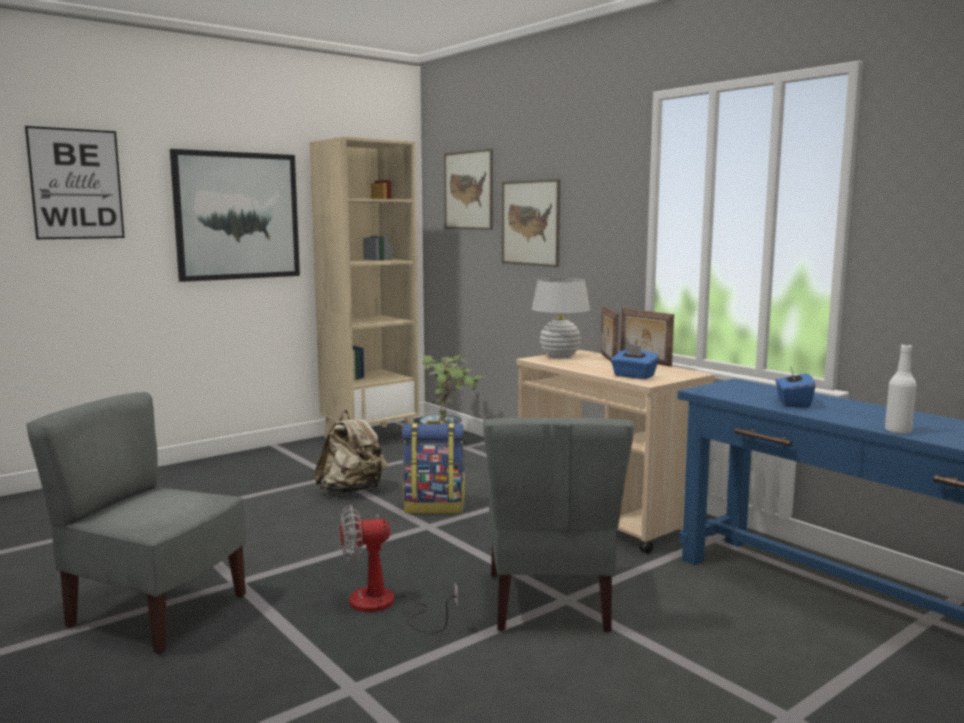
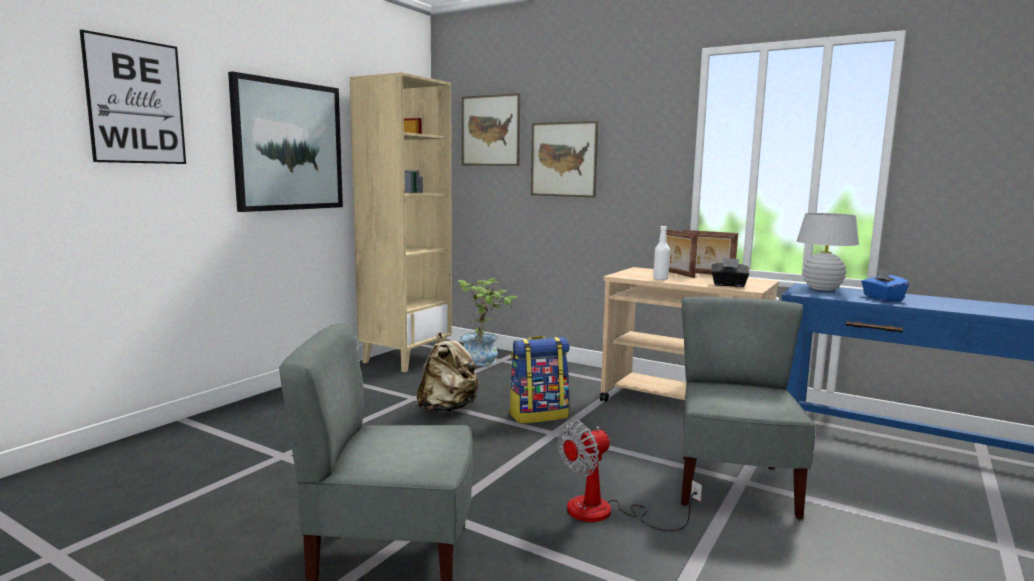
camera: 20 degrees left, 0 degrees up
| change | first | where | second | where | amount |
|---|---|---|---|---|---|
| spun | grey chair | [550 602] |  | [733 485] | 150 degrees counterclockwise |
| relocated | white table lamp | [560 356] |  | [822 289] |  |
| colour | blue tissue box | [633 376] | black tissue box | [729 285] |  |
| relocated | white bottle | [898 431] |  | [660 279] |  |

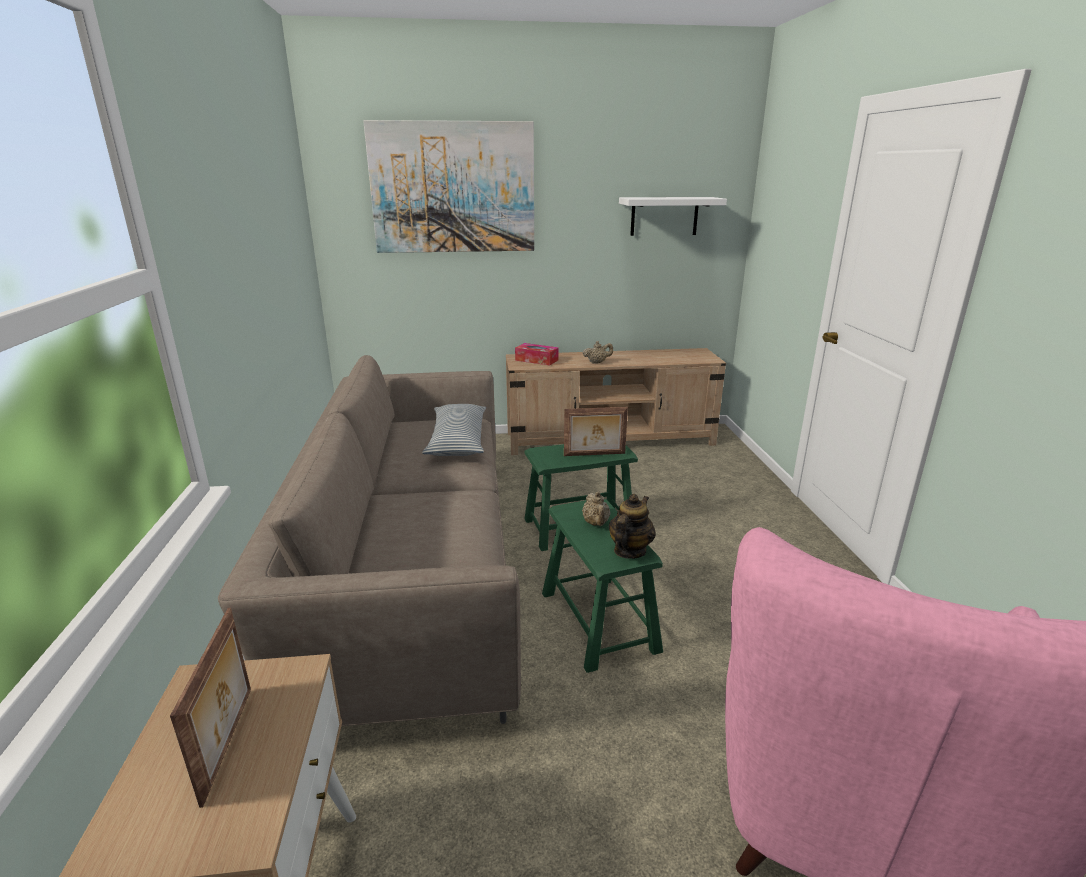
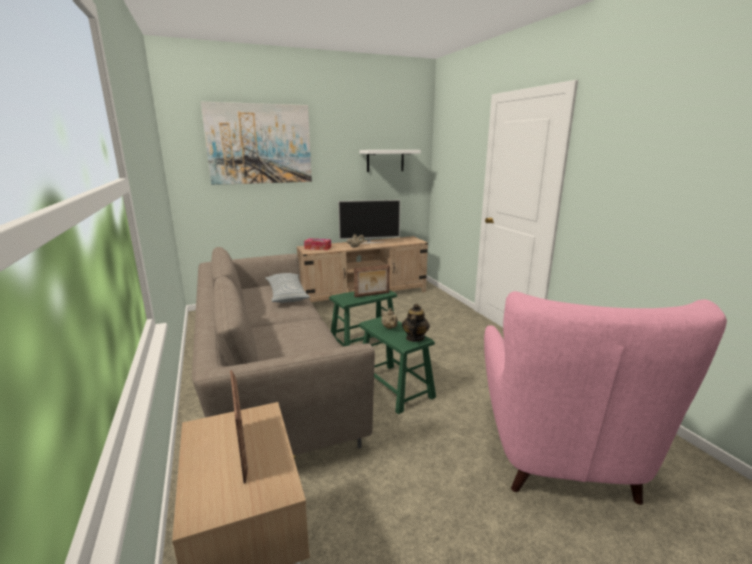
camera: 15 degrees left, 5 degrees down
| change | first | where | second | where | amount |
|---|---|---|---|---|---|
| appeared |  |  | television | [369 242] |  |

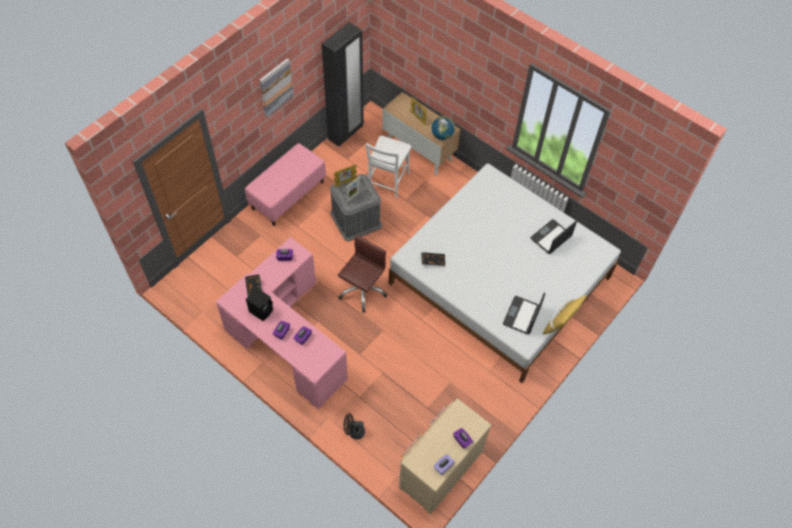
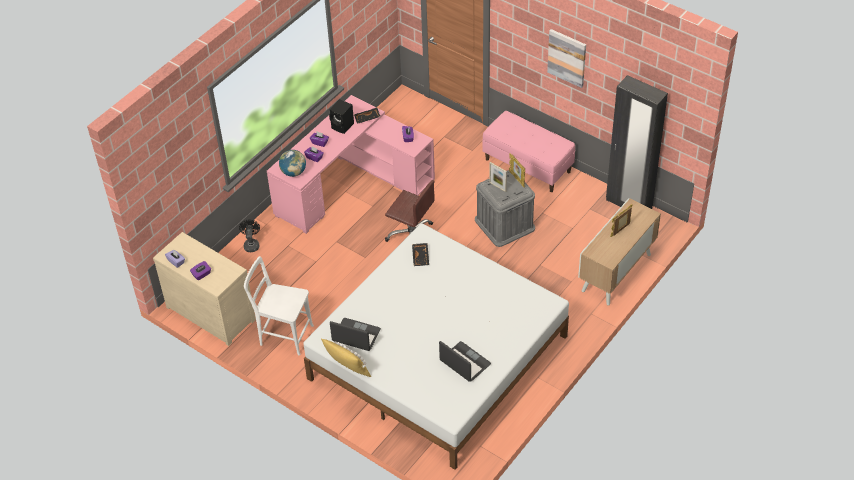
camera: 90 degrees right, 10 degrees down
| change | first | where | second | where | amount |
|---|---|---|---|---|---|
| relocated | white chair | [387 182] |  | [283 334] |  |
| relocated | globe | [442 135] |  | [293 172] |  |

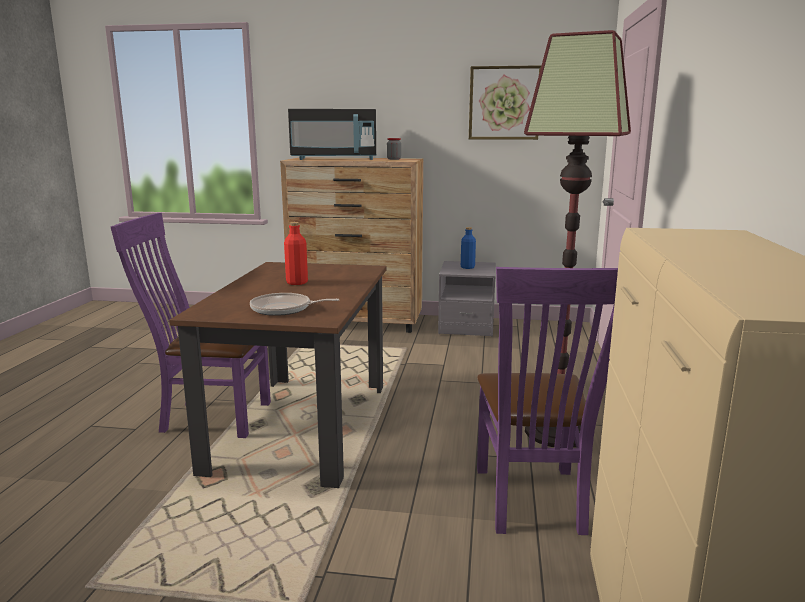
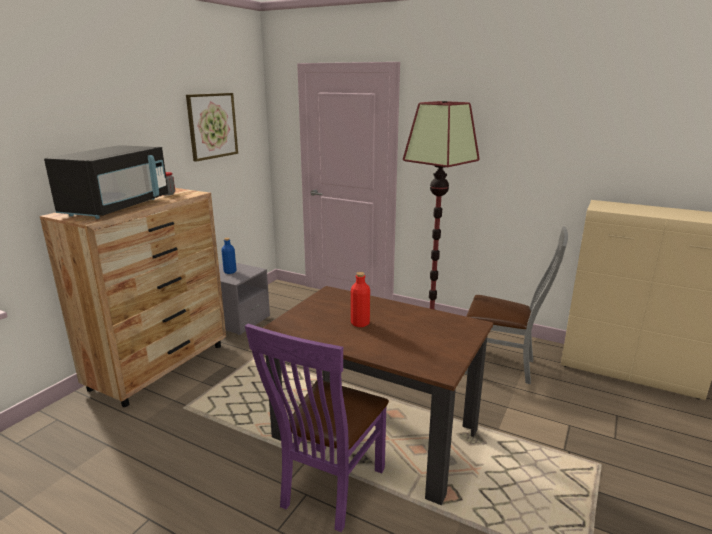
camera: 70 degrees left, 5 degrees up
| change | first | where | second | where | amount |
|---|---|---|---|---|---|
| missing | frying pan | [284 309] |  |  |  |
| colour | purple chair | [532 503] | grey chair | [504 366] |  |

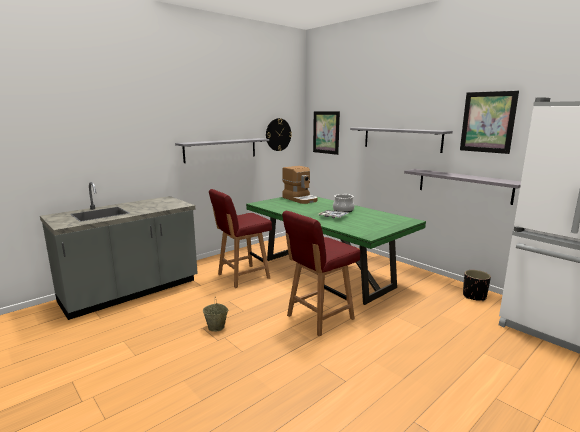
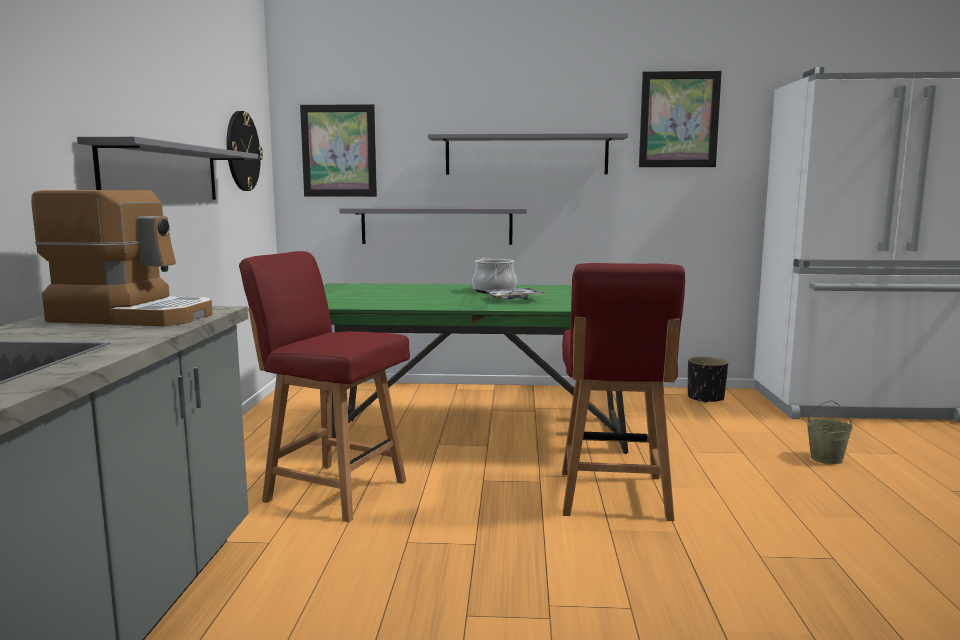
camera: 45 degrees left, 5 degrees down
| change | first | where | second | where | amount |
|---|---|---|---|---|---|
| relocated | beige bucket | [216 327] |  | [826 459] |  |
| spun | red chair | [242 276] |  | [333 490] | 105 degrees clockwise |
| relocated | coffee machine | [300 199] |  | [134 316] |  |
| relocated | grey shelf | [463 185] |  | [436 226] |  |

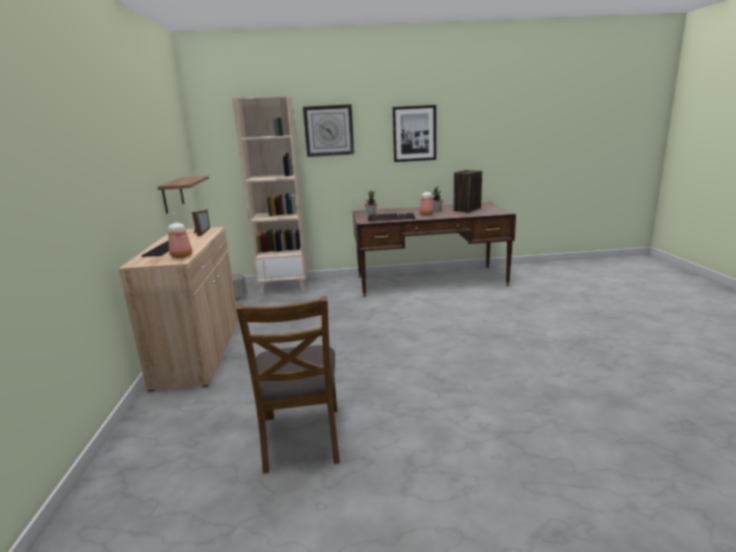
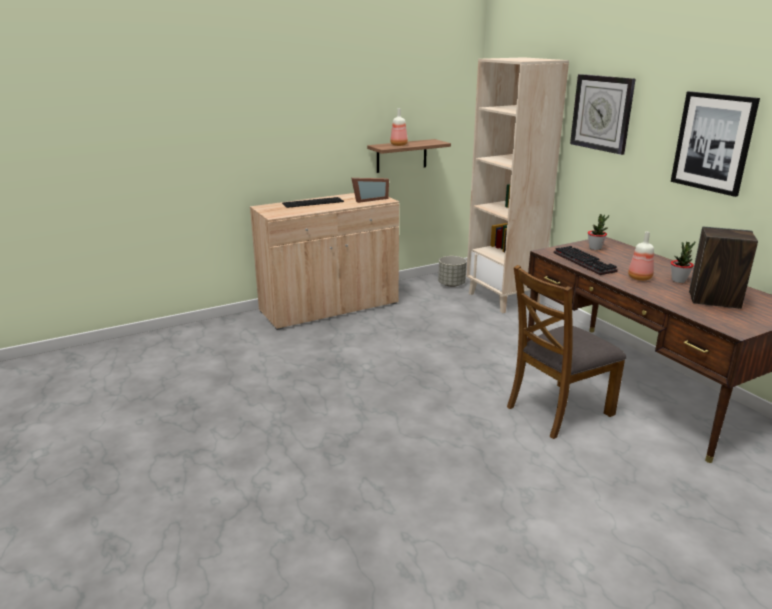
camera: 65 degrees right, 5 degrees up
| change | first | where | second | where | amount |
|---|---|---|---|---|---|
| relocated | bottle | [181 256] |  | [399 145] |  |
| relocated | brown chair | [301 438] |  | [558 410] |  |

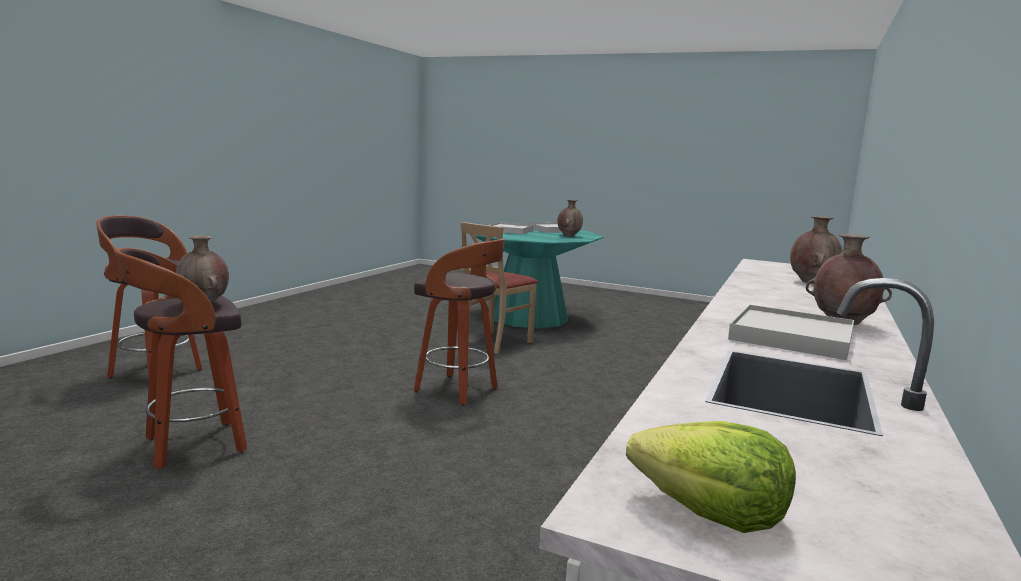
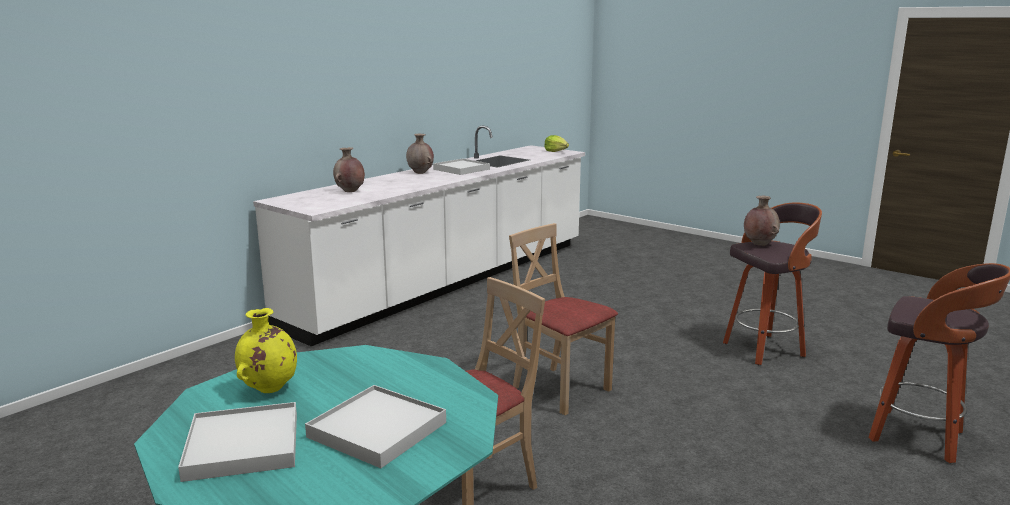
camera: 165 degrees left, 5 degrees up
| change | first | where | second | where | amount |
|---|---|---|---|---|---|
| exchanged | stool | [458 390] | beige chair | [560 389] |  |
| colour | brown vase | [569 236] | yellow vase | [269 389] |  |

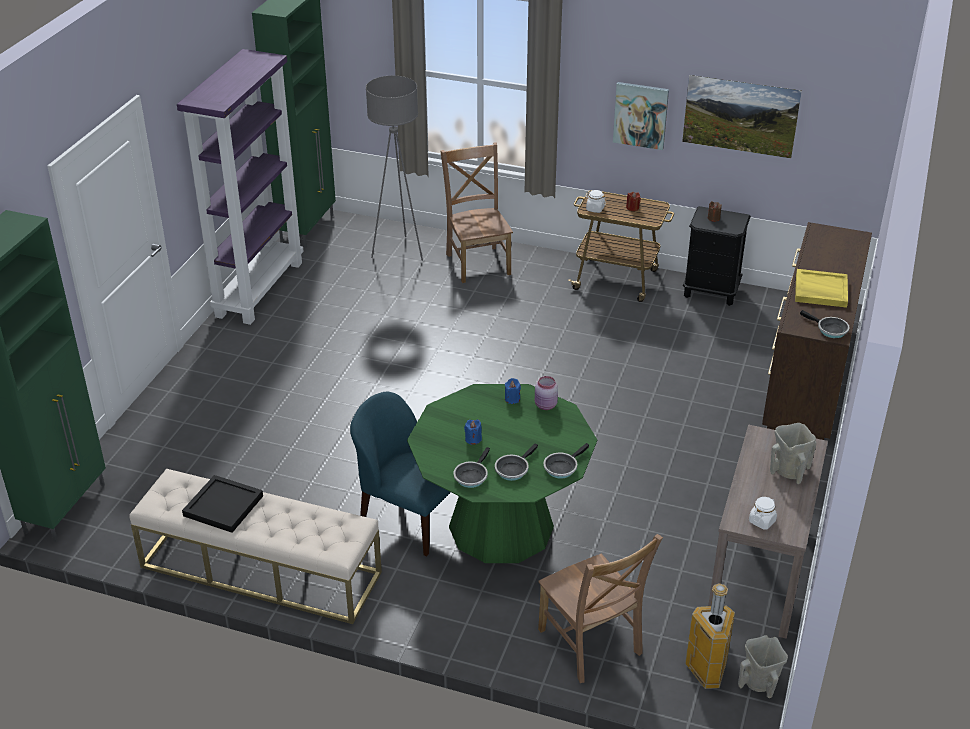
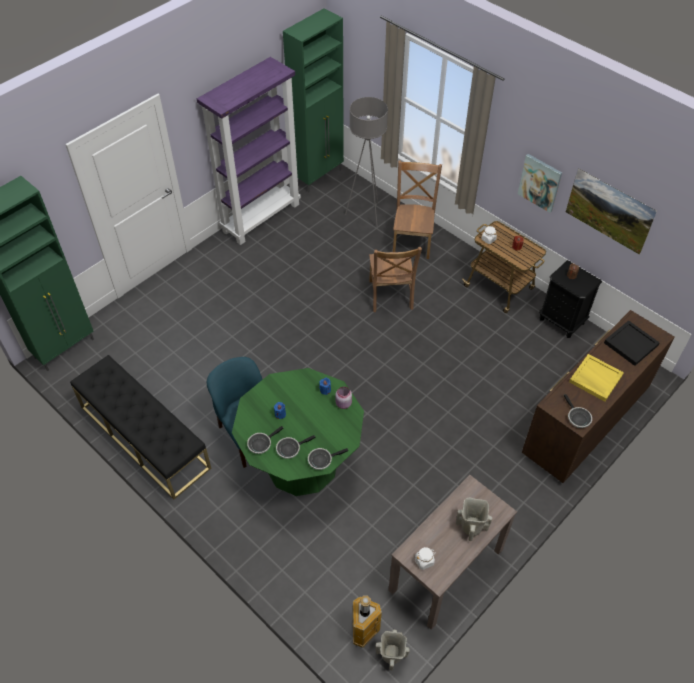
camera: 25 degrees right, 15 degrees up
| change | first | where | second | where | amount |
|---|---|---|---|---|---|
| colour | beige bench | [260 570] | black bench | [144 437] |  |
| relocated | black tray | [222 506] |  | [630 344] |  |
| relocated | brown chair | [591 645] |  | [390 296] |  |

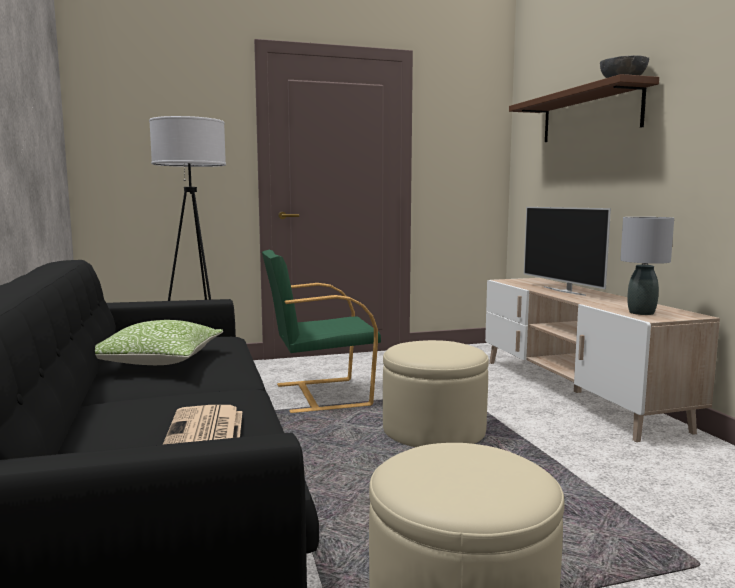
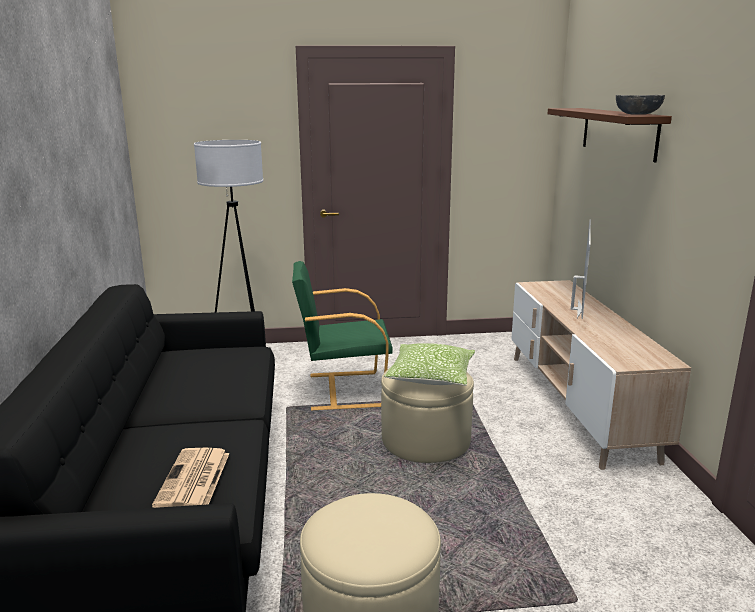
camera: 10 degrees right, 10 degrees up
| change | first | where | second | where | amount |
|---|---|---|---|---|---|
| relocated | pillow | [158 360] |  | [431 377] |  |
| spun | television | [564 291] |  | [576 309] | 150 degrees counterclockwise |
| missing | grey table lamp | [642 313] |  |  |  |

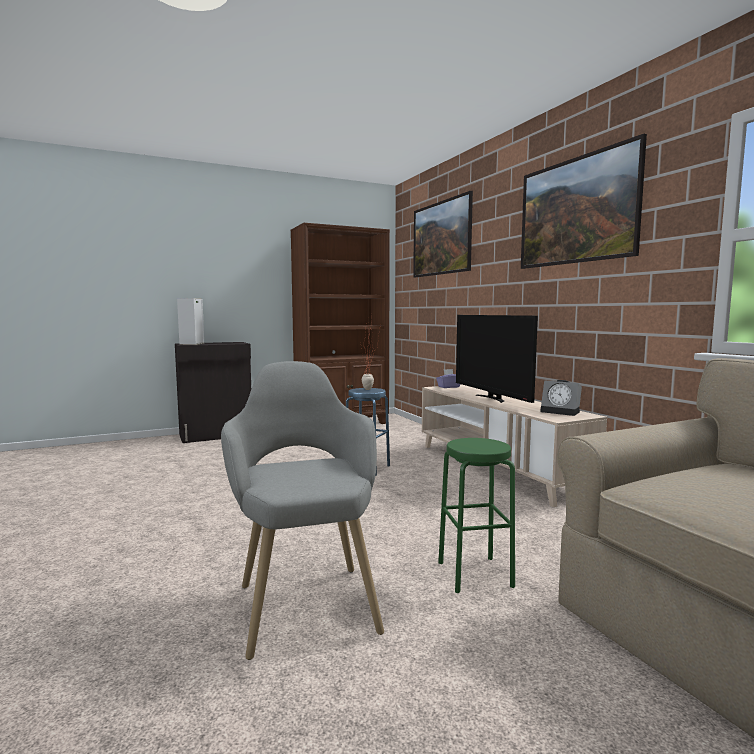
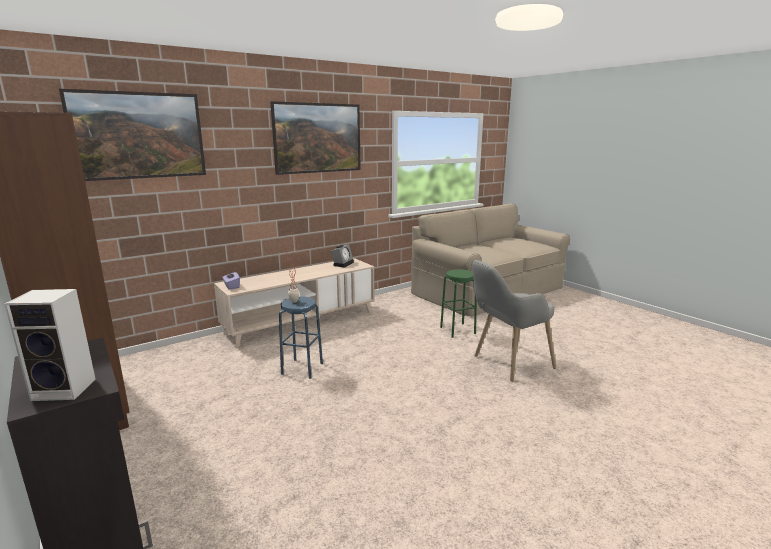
camera: 100 degrees left, 10 degrees up
| change | first | where | second | where | amount |
|---|---|---|---|---|---|
| missing | television | [492 398] |  |  |  |

